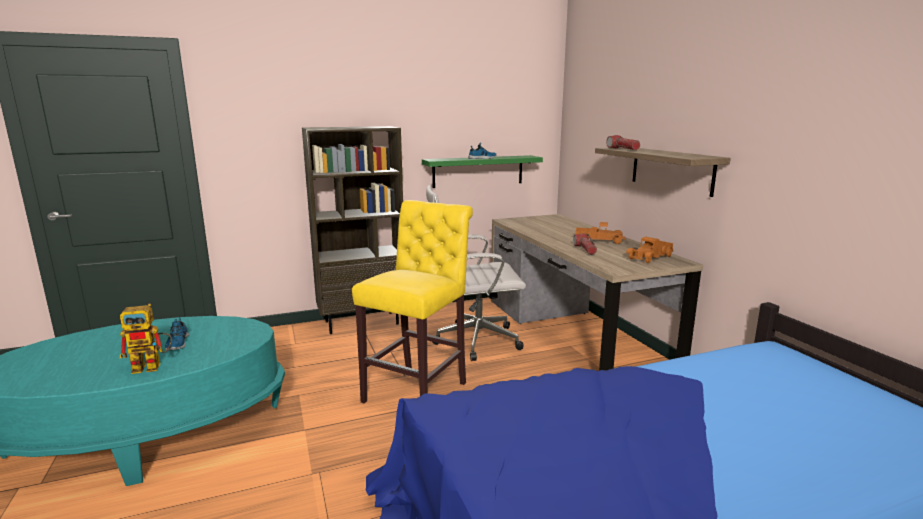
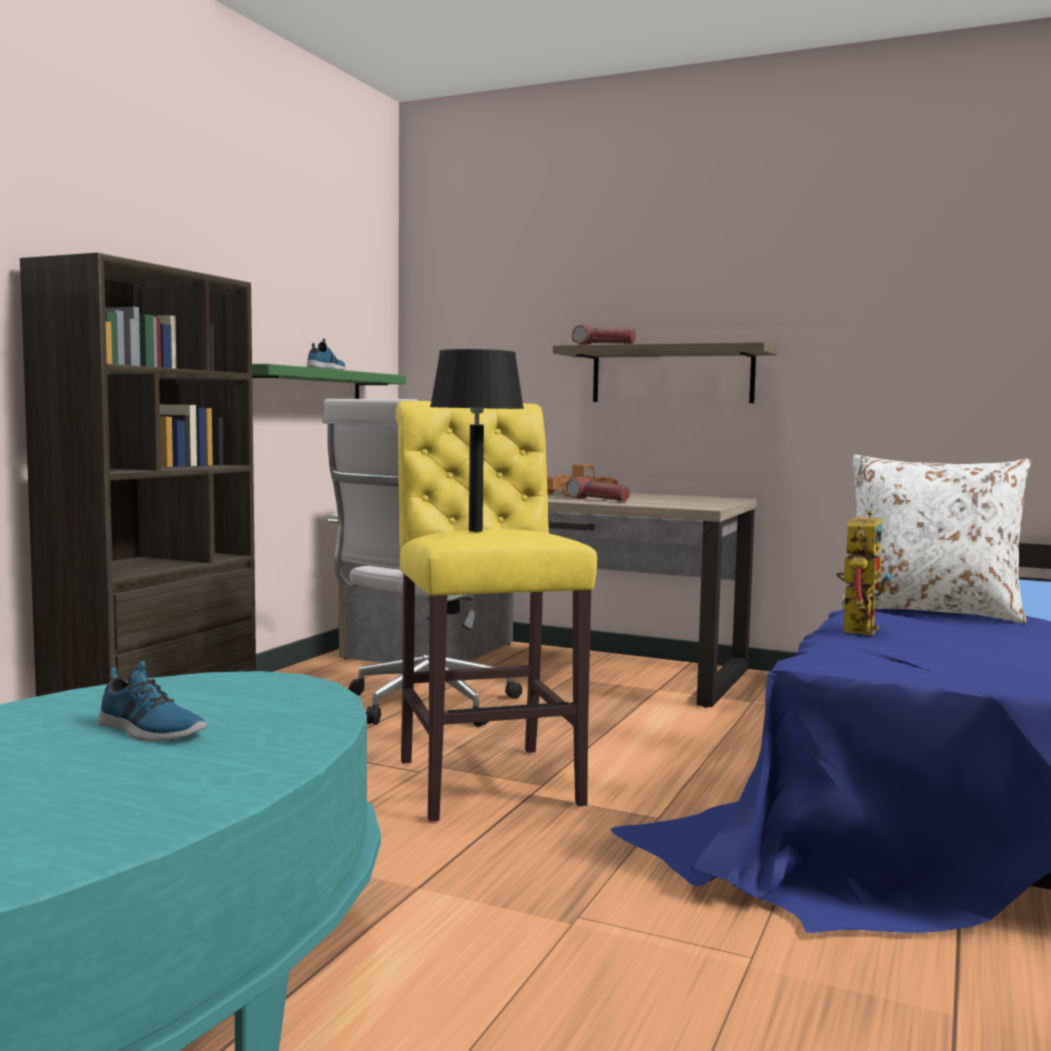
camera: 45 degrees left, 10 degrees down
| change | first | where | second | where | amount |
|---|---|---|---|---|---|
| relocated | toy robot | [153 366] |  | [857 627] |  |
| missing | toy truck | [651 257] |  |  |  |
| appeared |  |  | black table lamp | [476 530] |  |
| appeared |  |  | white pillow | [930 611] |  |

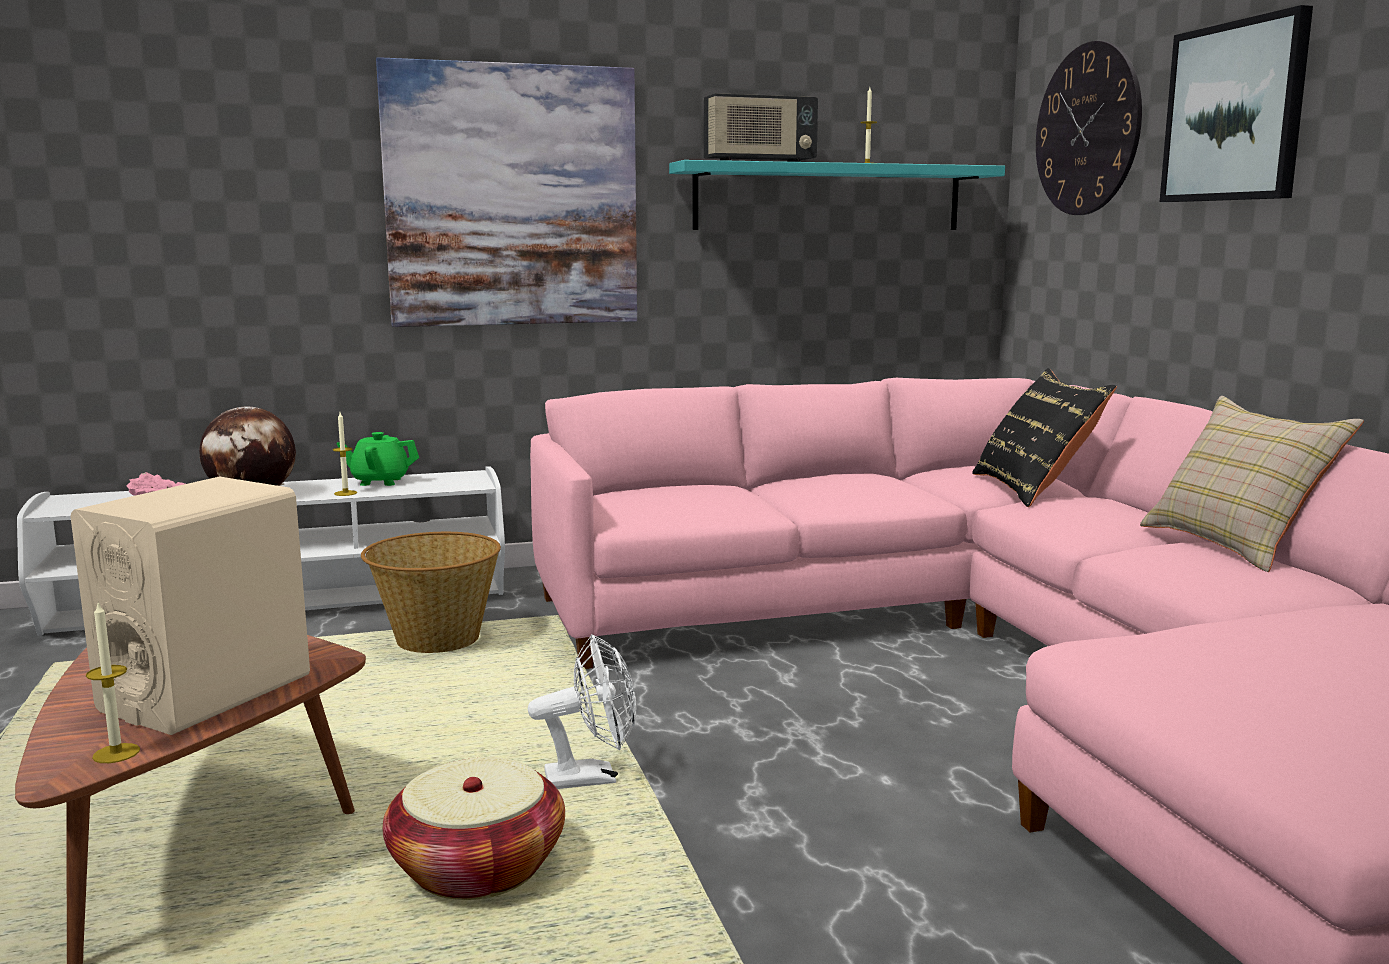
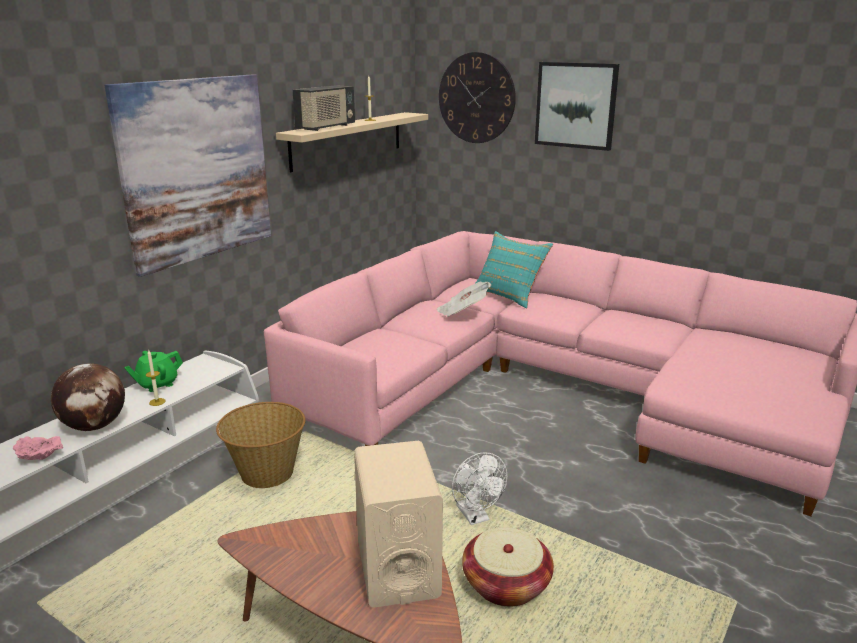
camera: 40 degrees left, 10 degrees up
| change | first | where | second | where | amount |
|---|---|---|---|---|---|
| missing | candle | [116 753] |  |  |  |
| spun | white fan | [592 778] |  | [476 517] | 120 degrees clockwise |
| colour | turquoise shelf | [829 197] | beige shelf | [348 140] |  |
| colour | black pillow | [1034 490] | turquoise pillow | [509 295] |  |
| missing | beige pillow | [1235 545] |  |  |  |
| appeared |  |  | newspaper | [462 312] |  |

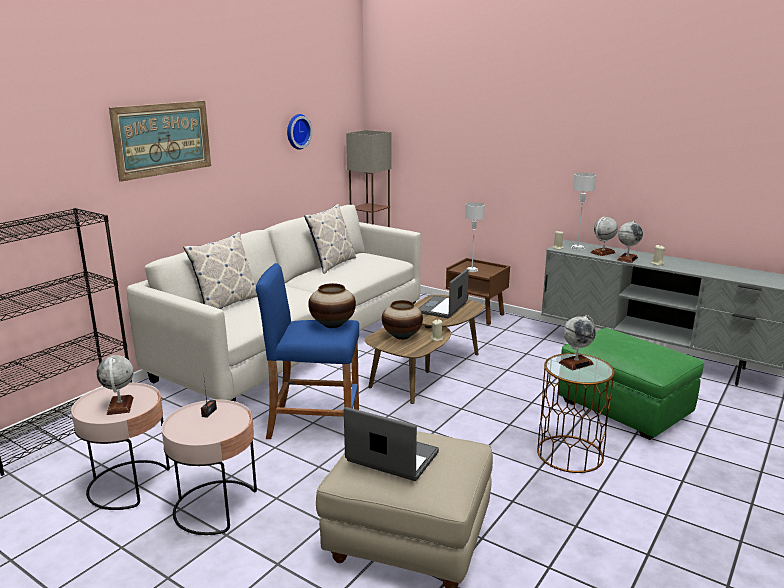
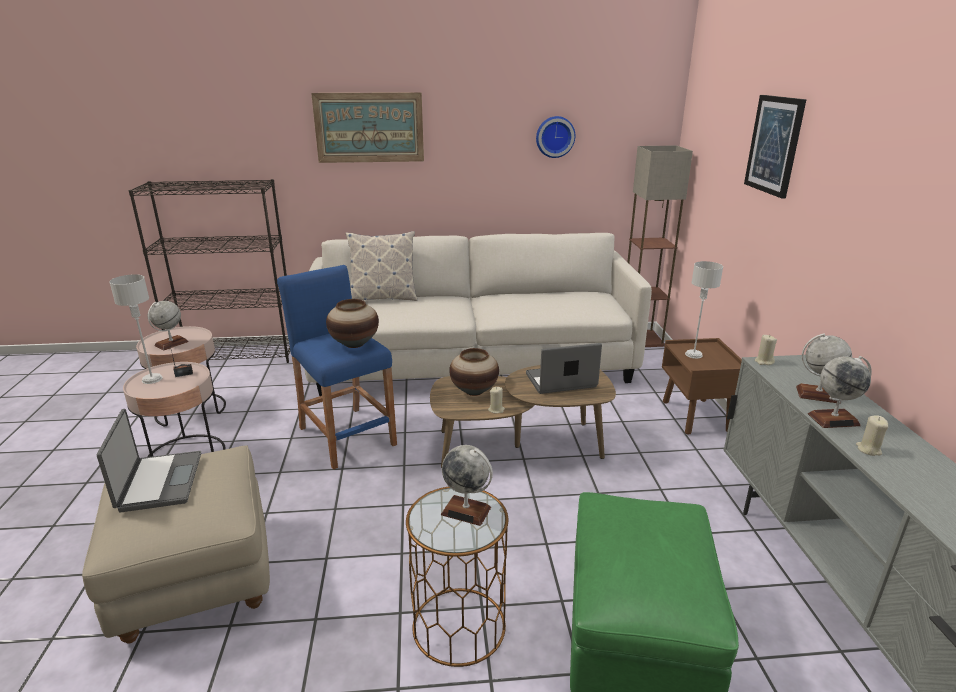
camera: 50 degrees right, 5 degrees up
| change | first | where | second | where | amount |
|---|---|---|---|---|---|
| missing | pillow | [332 264] |  |  |  |
| relocated | grey table lamp | [577 248] |  | [152 379] |  |
| appeared |  |  | picture | [774 145] |  |

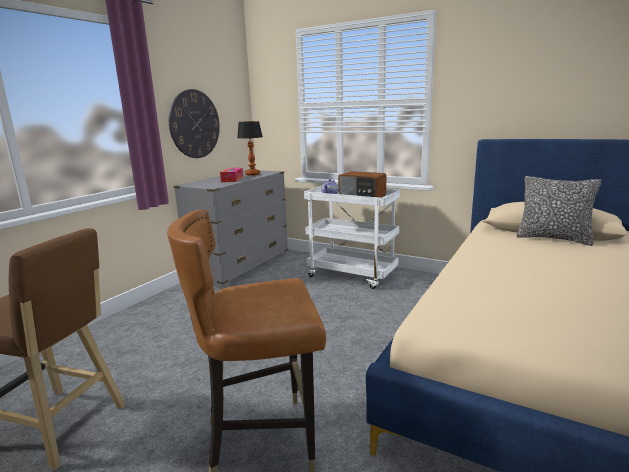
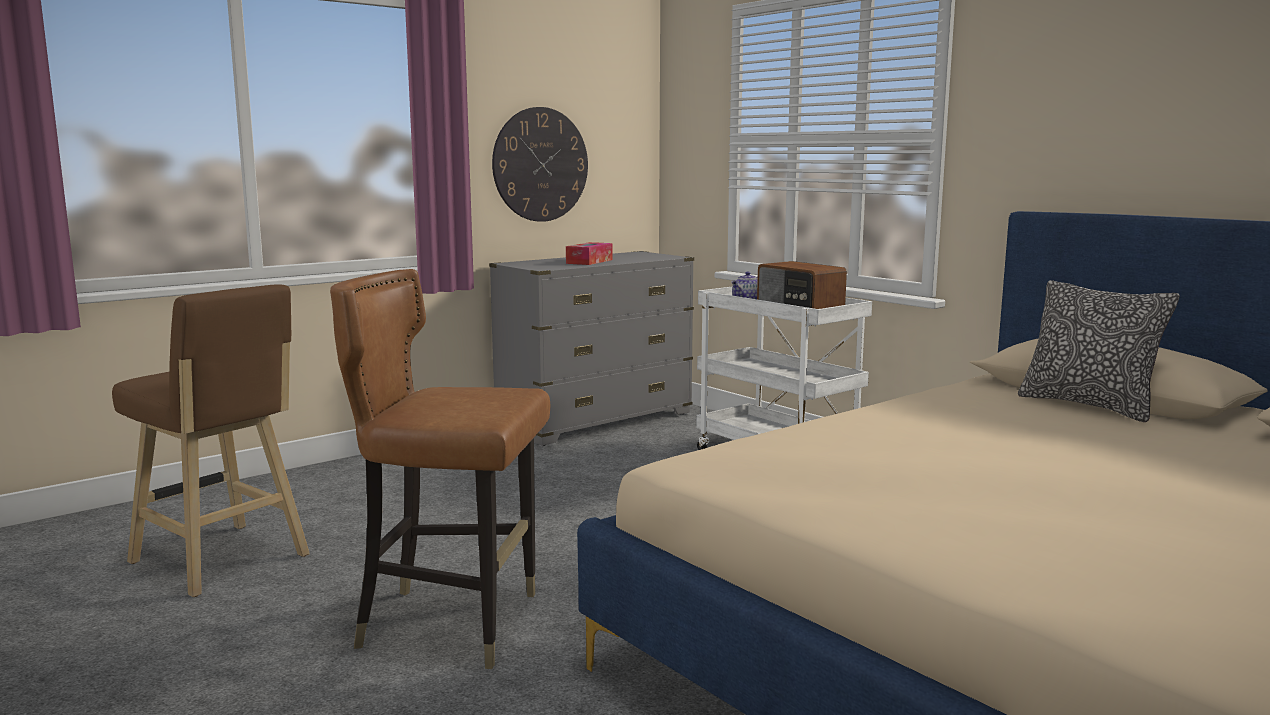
camera: 20 degrees right, 5 degrees down
| change | first | where | second | where | amount |
|---|---|---|---|---|---|
| missing | table lamp | [252 174] |  |  |  |

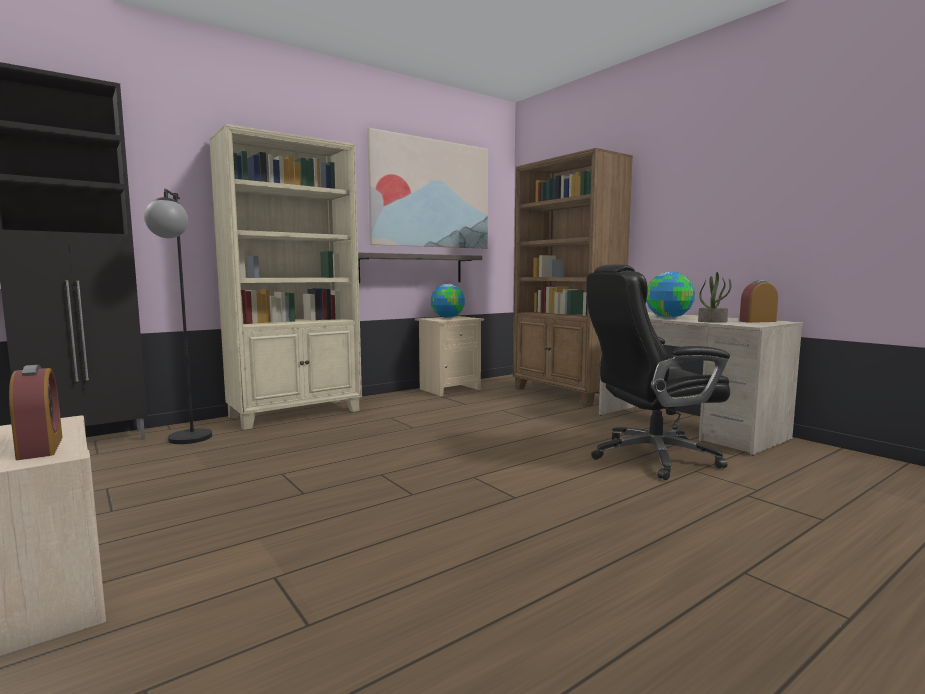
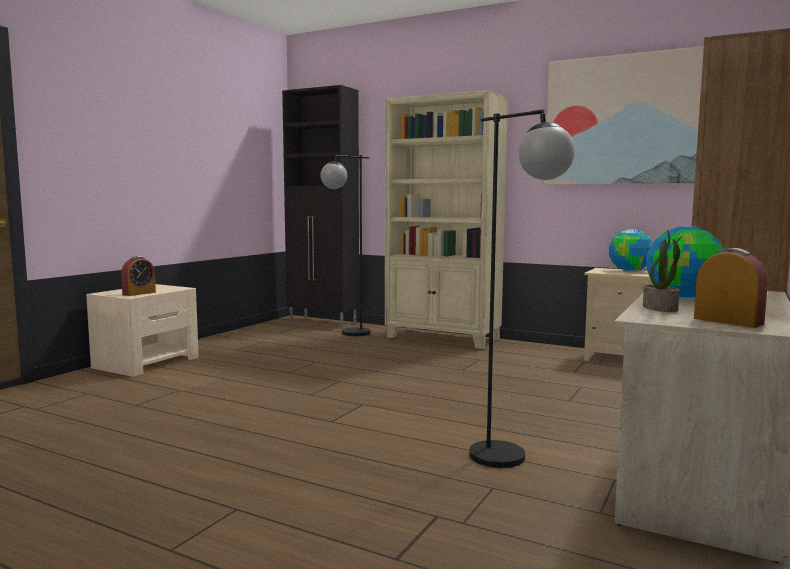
camera: 65 degrees right, 0 degrees up
| change | first | where | second | where | amount |
|---|---|---|---|---|---|
| missing | shelf | [411 268] |  |  |  |
| exchanged | black office chair | [650 457] | black floor lamp | [512 463] |  |

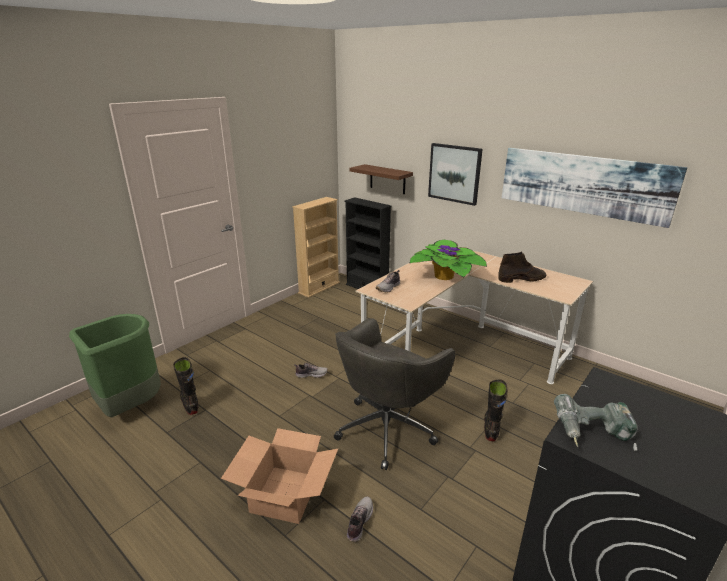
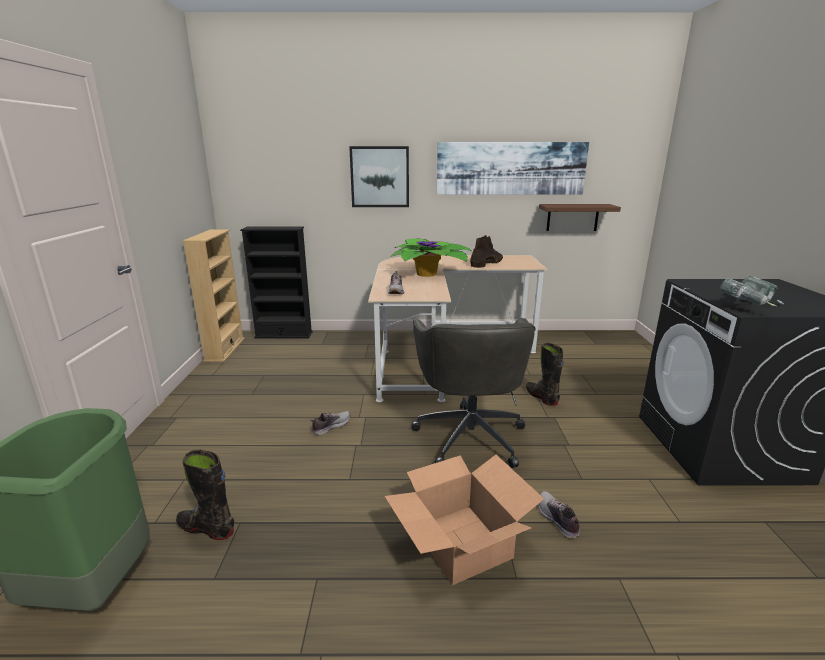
camera: 40 degrees left, 5 degrees down
| change | first | where | second | where | amount |
|---|---|---|---|---|---|
| relocated | brown shelf | [387 179] |  | [572 217] |  |

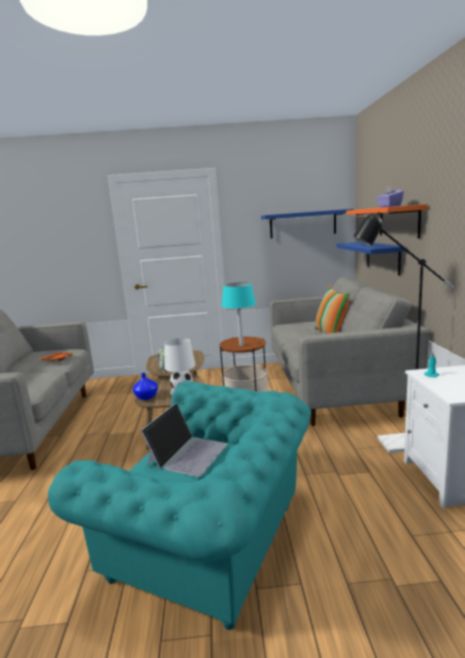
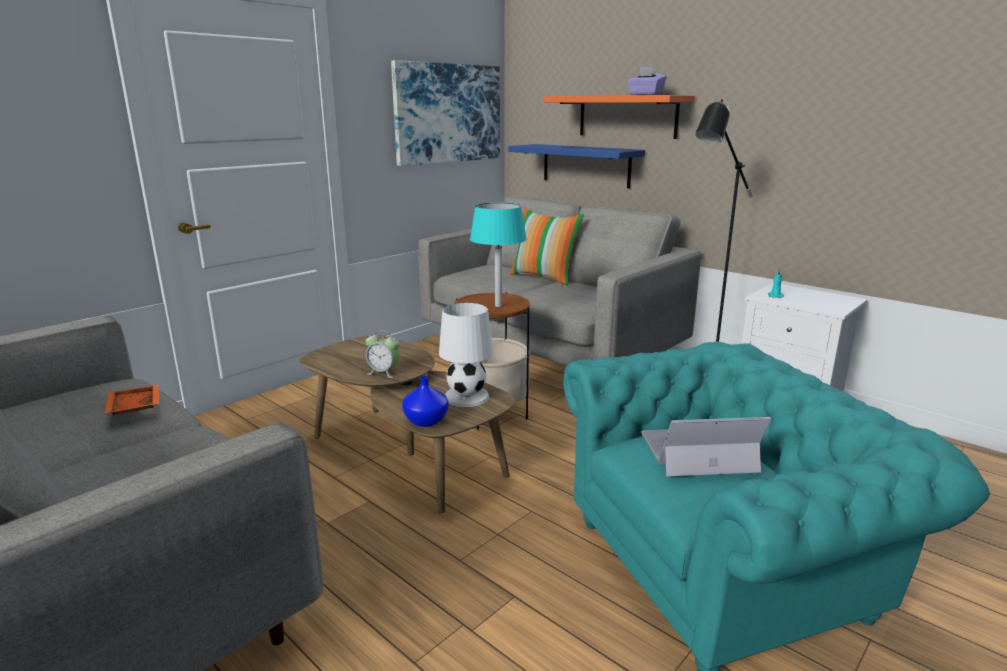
camera: 45 degrees left, 5 degrees up
| change | first | where | second | where | amount |
|---|---|---|---|---|---|
| spun | laptop | [187 453] |  | [697 452] | 75 degrees counterclockwise |
| exchanged | blue shelf | [303 224] | picture | [448 113] |  |

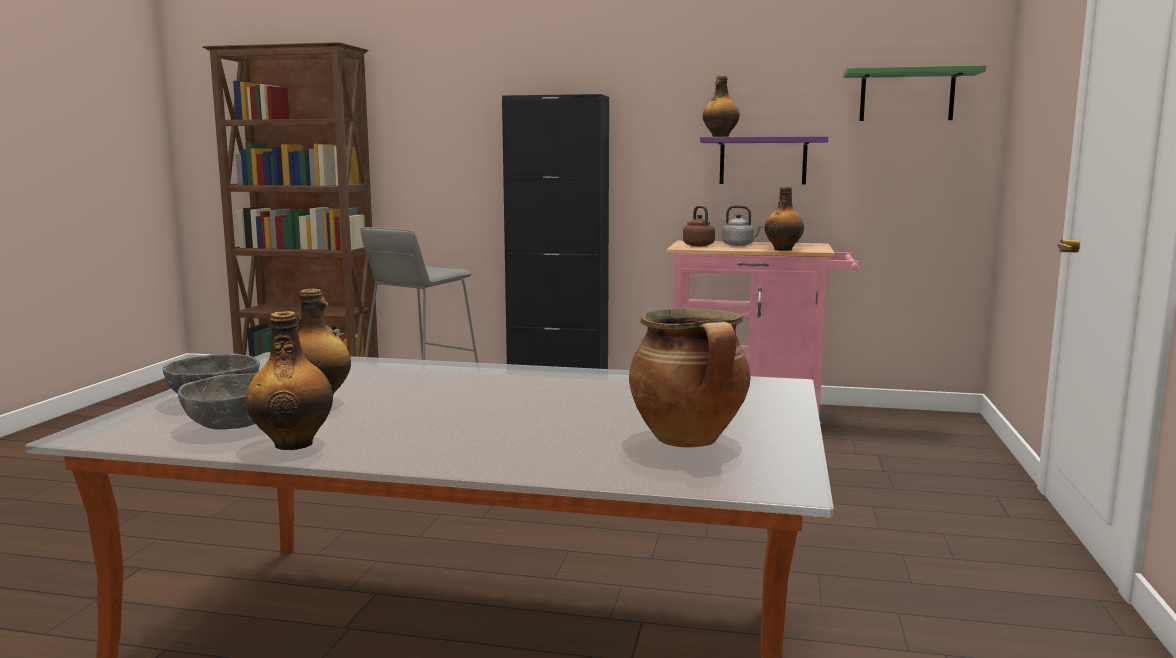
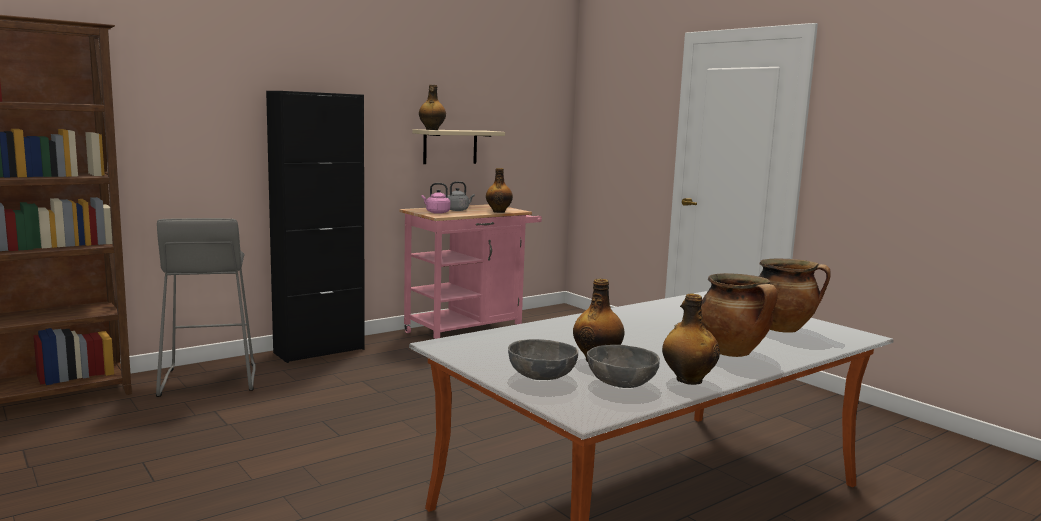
camera: 50 degrees left, 0 degrees up
| change | first | where | second | where | amount |
|---|---|---|---|---|---|
| colour | brown kettle | [697 245] | pink kettle | [436 212] |  |
| colour | purple shelf | [763 161] | beige shelf | [450 146] |  |
| missing | green shelf | [907 95] |  |  |  |
| appeared |  |  | cooking pot | [733 352] |  |

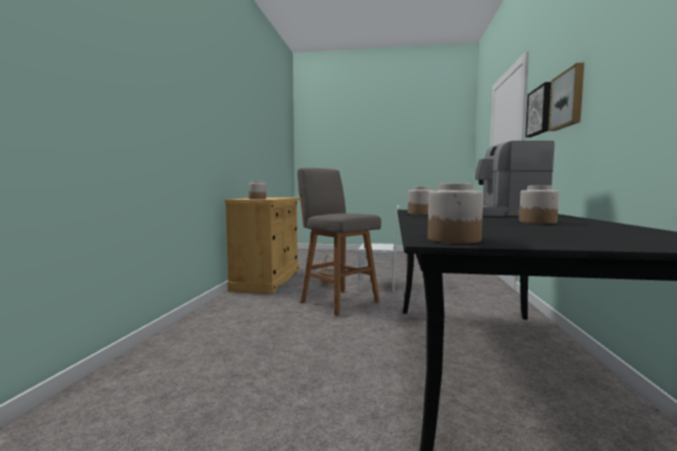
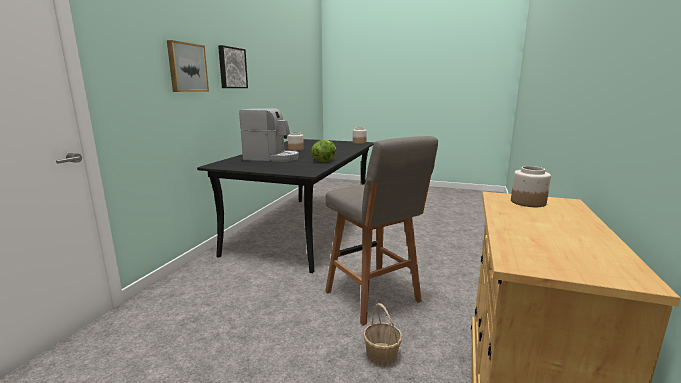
camera: 170 degrees left, 10 degrees up
| change | first | where | second | where | amount |
|---|---|---|---|---|---|
| missing | white chair | [378 286] |  |  |  |
| exchanged | jar | [420 214] | lettuce | [324 161] |  |
| relocated | picture | [540 111] |  | [232 68] |  |

